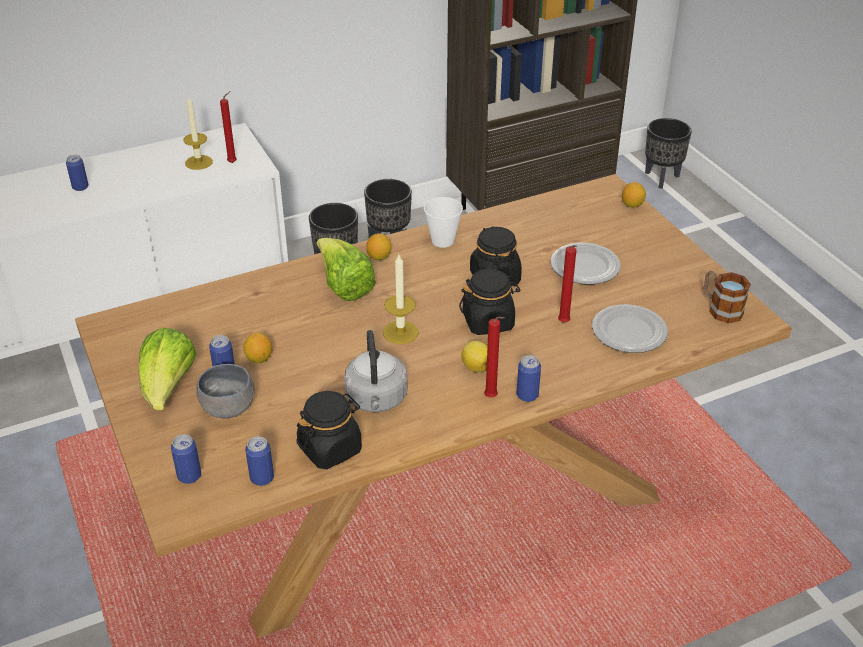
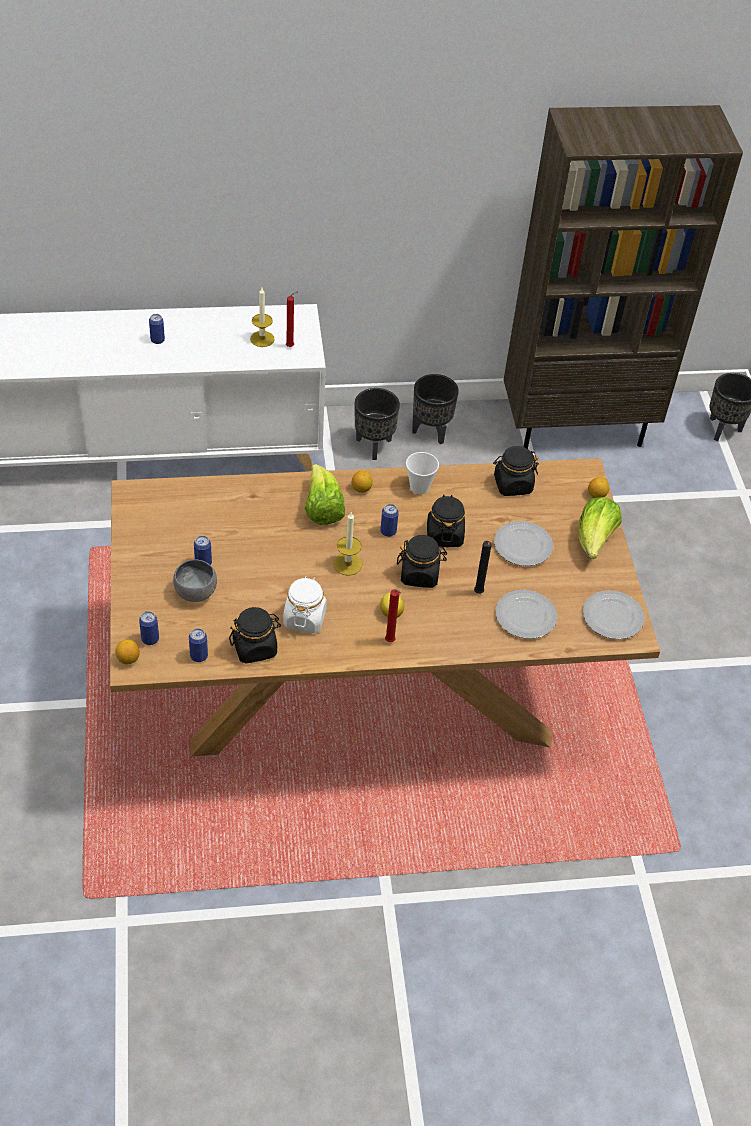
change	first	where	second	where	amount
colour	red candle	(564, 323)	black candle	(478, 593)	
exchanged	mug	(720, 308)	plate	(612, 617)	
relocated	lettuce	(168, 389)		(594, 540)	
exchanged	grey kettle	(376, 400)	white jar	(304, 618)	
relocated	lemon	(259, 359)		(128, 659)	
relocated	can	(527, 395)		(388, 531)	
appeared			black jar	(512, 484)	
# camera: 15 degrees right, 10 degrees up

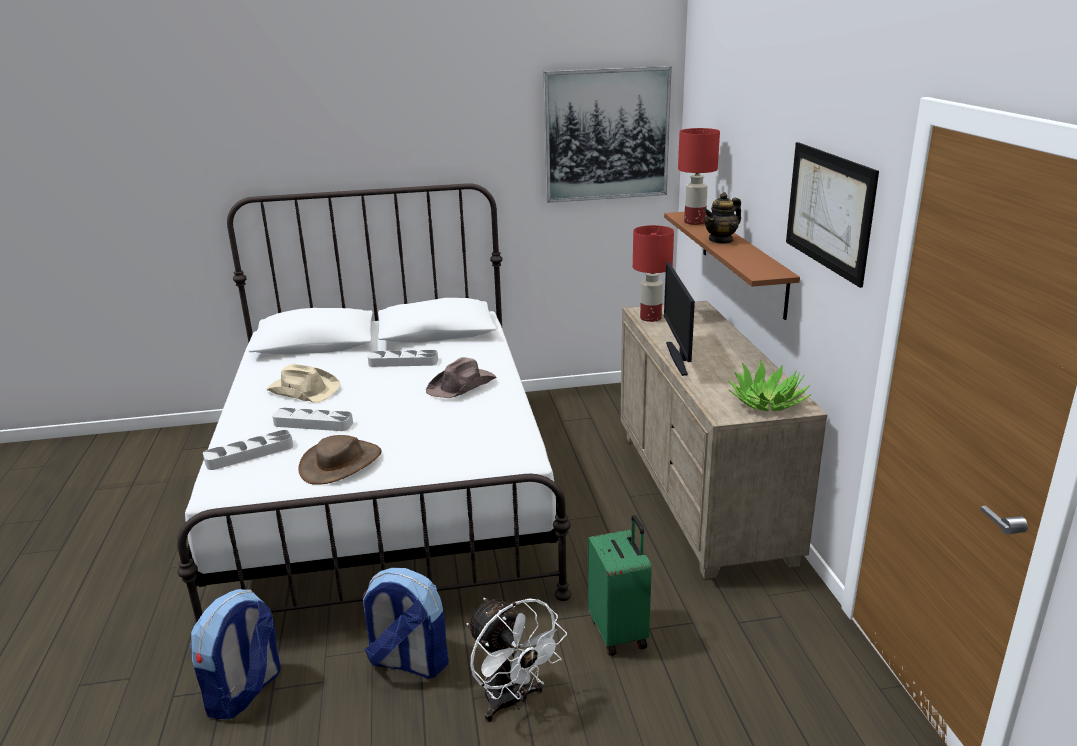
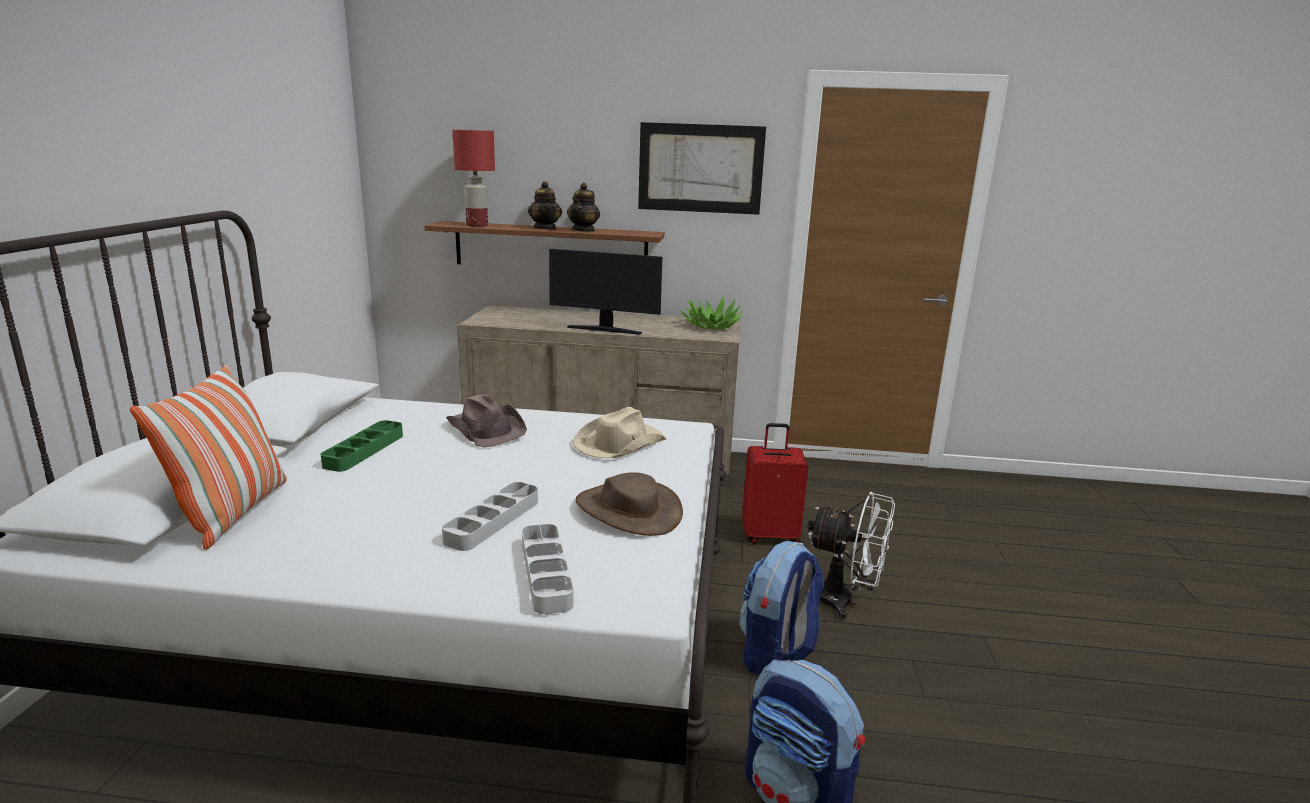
change	first	where	second	where	amount
missing	picture	(606, 135)			
missing	red table lamp	(650, 318)			
colour	grey tray	(403, 362)	green tray	(364, 450)	
relocated	beige hat	(303, 390)		(619, 443)	
colour	green suitcase	(619, 632)	red suitcase	(770, 535)	
spun	white fan	(511, 702)		(844, 602)	45 degrees clockwise
appeared			teapot	(584, 230)	
appeared			pillow	(232, 513)	
# camera: 75 degrees left, 5 degrees down

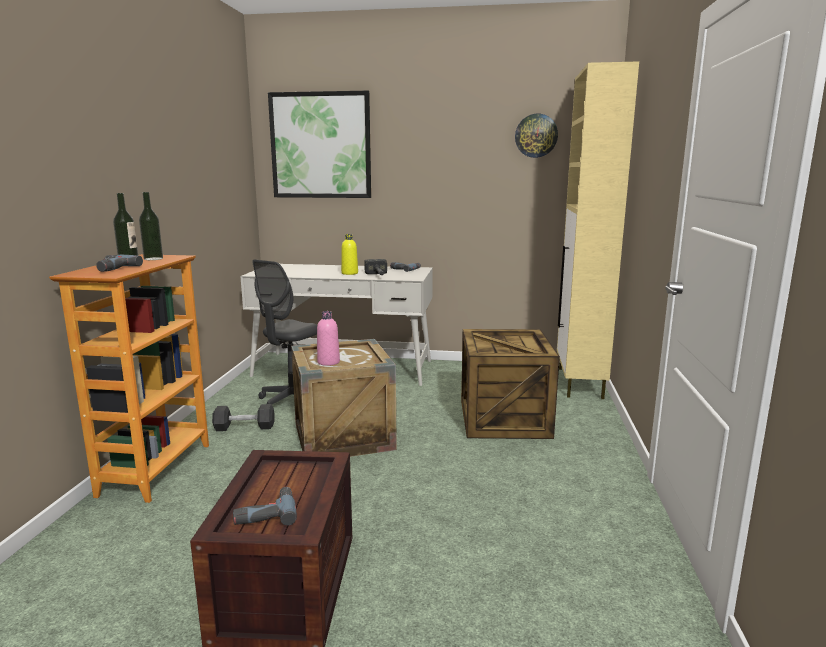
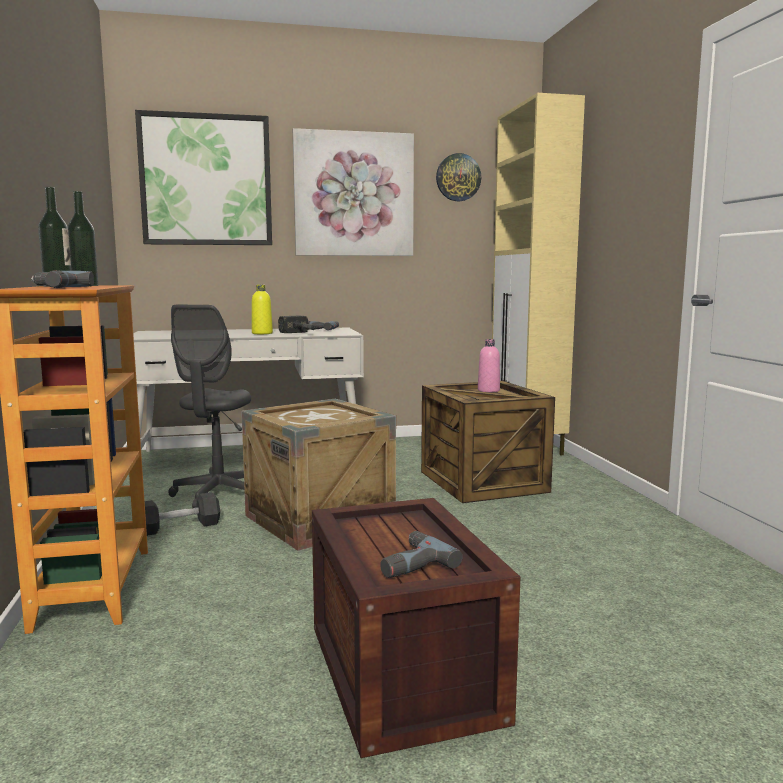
change	first	where	second	where	amount
relocated	pink bottle	(328, 362)		(488, 390)	
appeared			picture	(354, 194)	
# camera: 20 degrees left, 5 degrees down

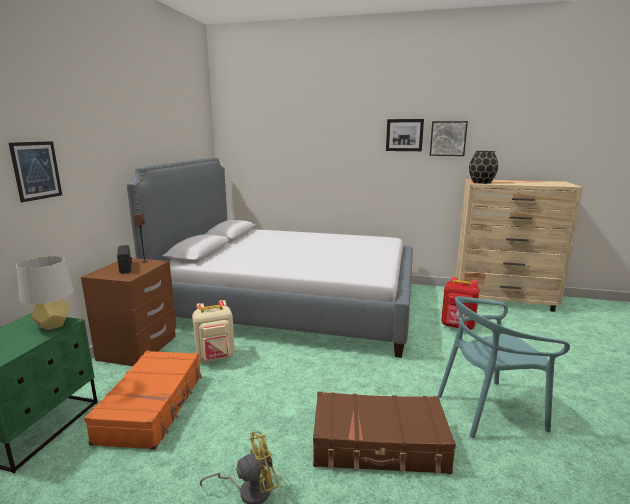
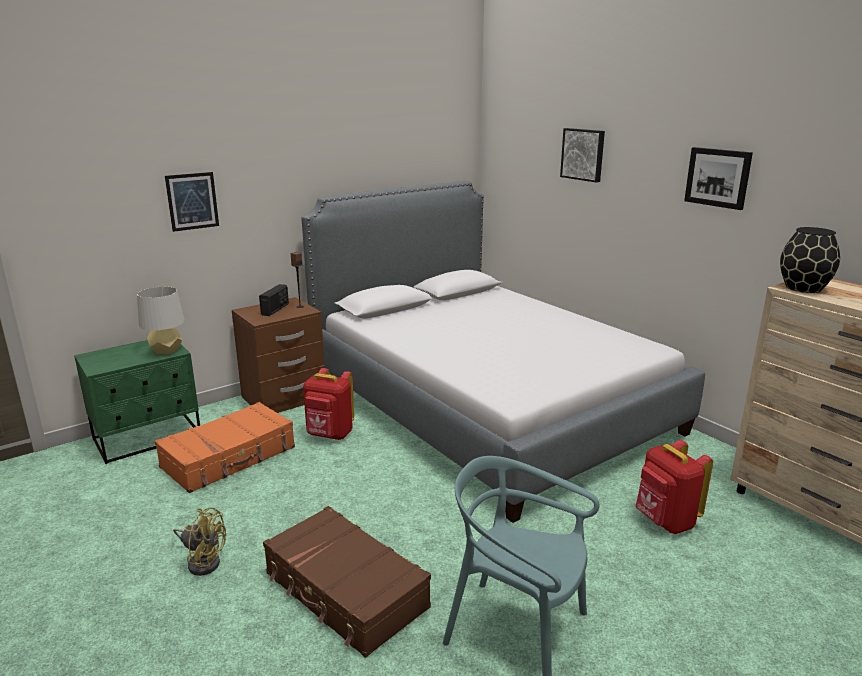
change	first	where	second	where	amount
relocated	picture	(448, 138)		(583, 154)	
colour	beige backpack	(216, 357)	red backpack	(329, 435)	
# camera: 40 degrees right, 5 degrees up

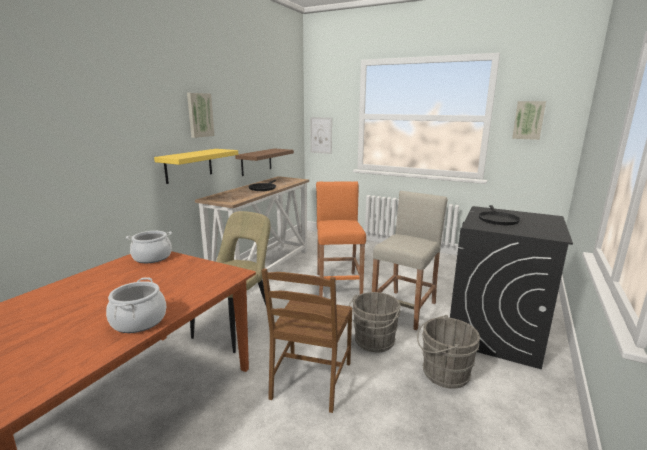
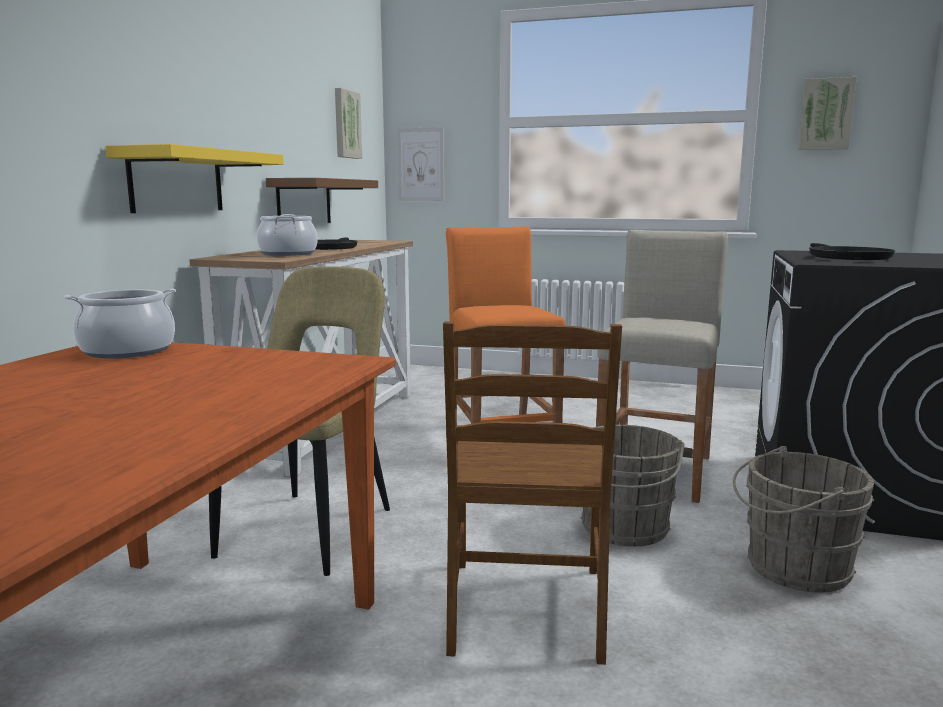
change	first	where	second	where	amount
relocated	picture	(199, 115)		(346, 124)	
relocated	cooking pot	(138, 321)		(287, 253)	
# camera: 10 degrees left, 5 degrees down

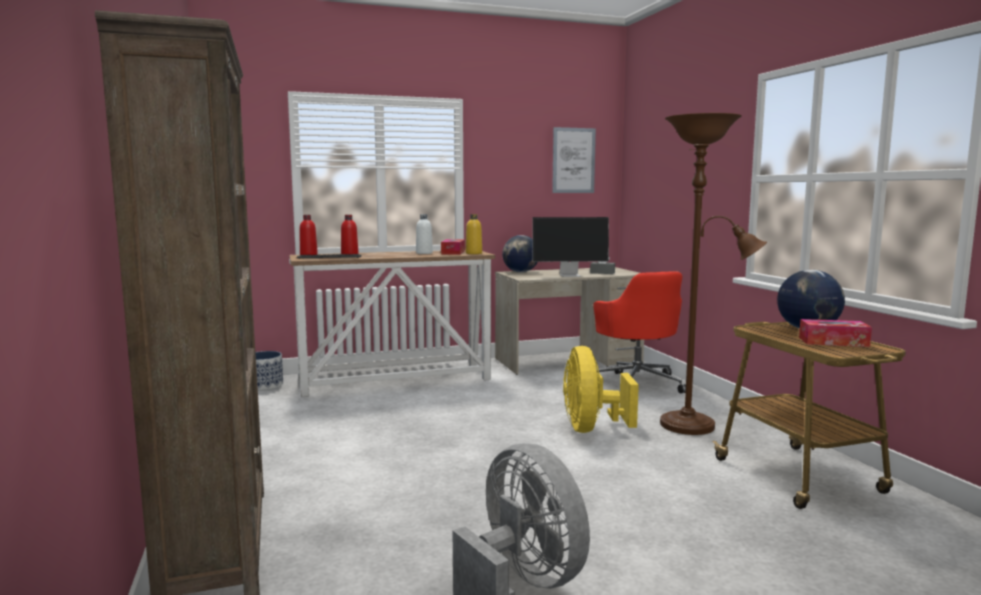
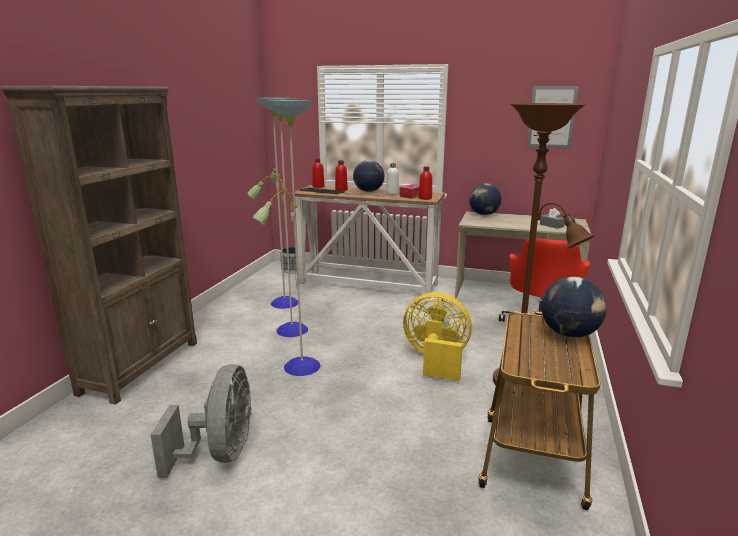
change	first	where	second	where	amount
colour	yellow bottle	(473, 253)	red bottle	(425, 198)	
missing	monitor	(570, 275)			
missing	tissue box	(833, 342)			
spun	yellow fan	(591, 428)		(436, 360)	75 degrees clockwise
appeared			floor lamp	(289, 330)	
appeared			globe	(368, 191)	
# camera: 35 degrees right, 10 degrees up

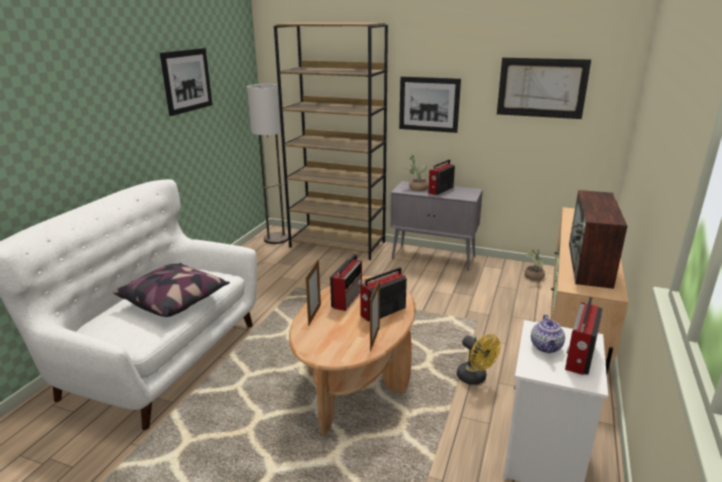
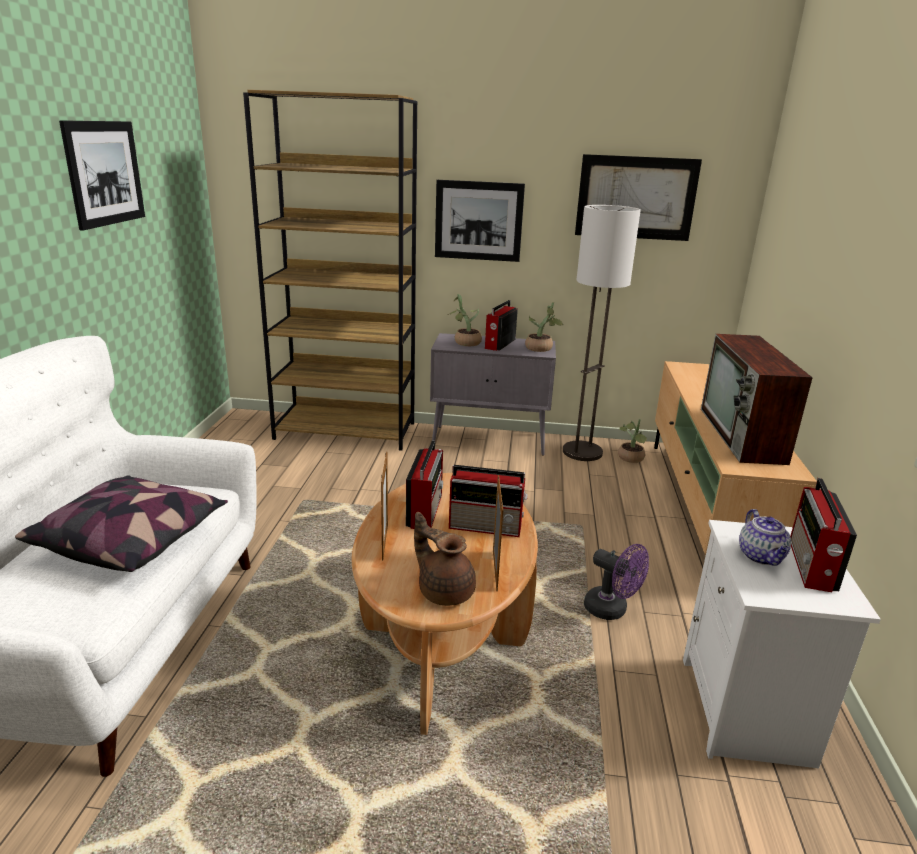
change	first	where	second	where	amount
relocated	floor lamp	(276, 239)		(582, 452)	
spun	radio	(382, 312)		(487, 527)	120 degrees counterclockwise
colour	yellow fan	(475, 378)	purple fan	(611, 610)	
appeared			potted plant	(541, 349)	
appeared			brown teapot	(444, 590)	
# camera: 15 degrees left, 0 degrees up

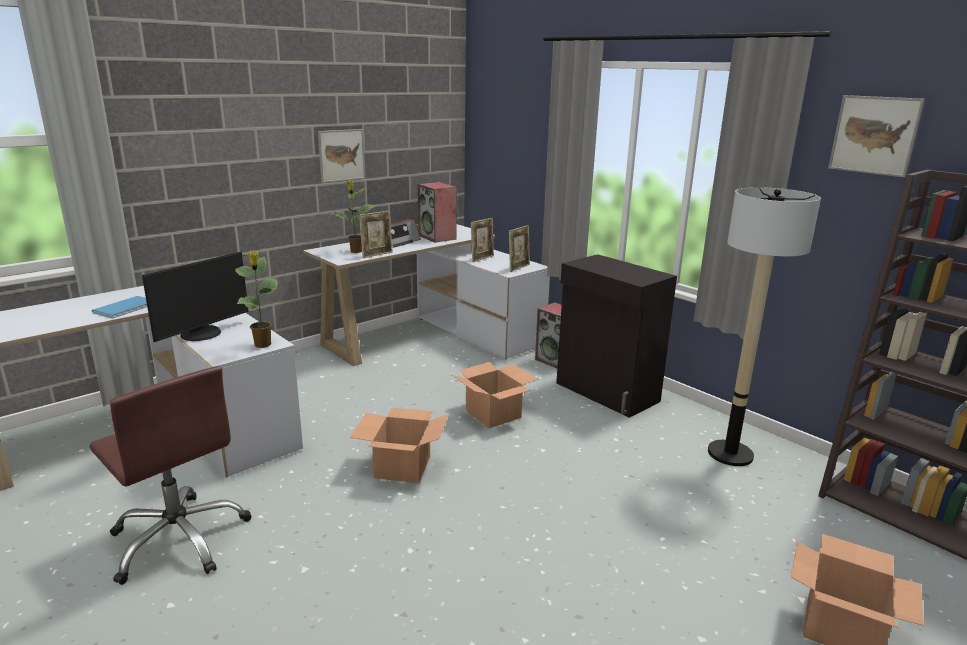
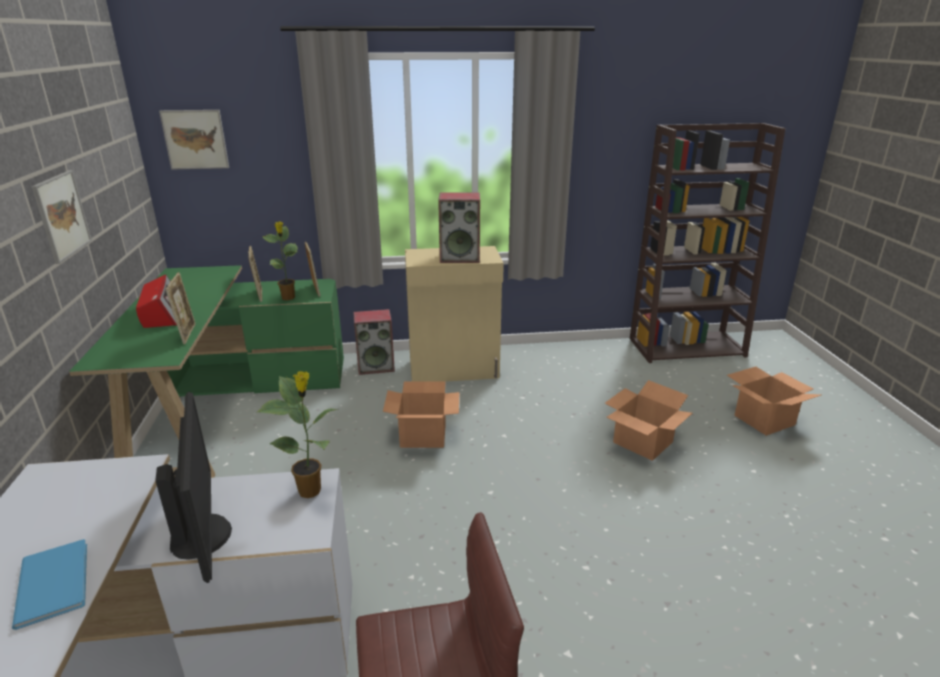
change	first	where	second	where	amount
relocated	picture	(874, 135)		(195, 139)	
relocated	potted plant	(356, 251)		(288, 298)	
relocated	speaker	(438, 237)		(460, 257)	
missing	floor lamp	(730, 454)			
colour	white desk	(433, 336)	green desk	(228, 406)	
colour	black cabinet	(606, 393)	beige cabinet	(454, 370)	
relocated	cardboard box	(403, 467)		(643, 442)	
# camera: 55 degrees left, 5 degrees up

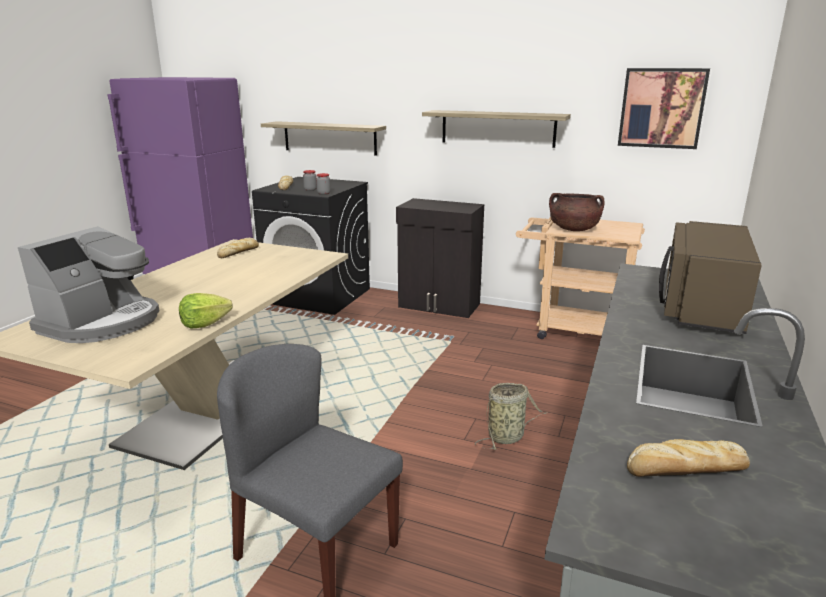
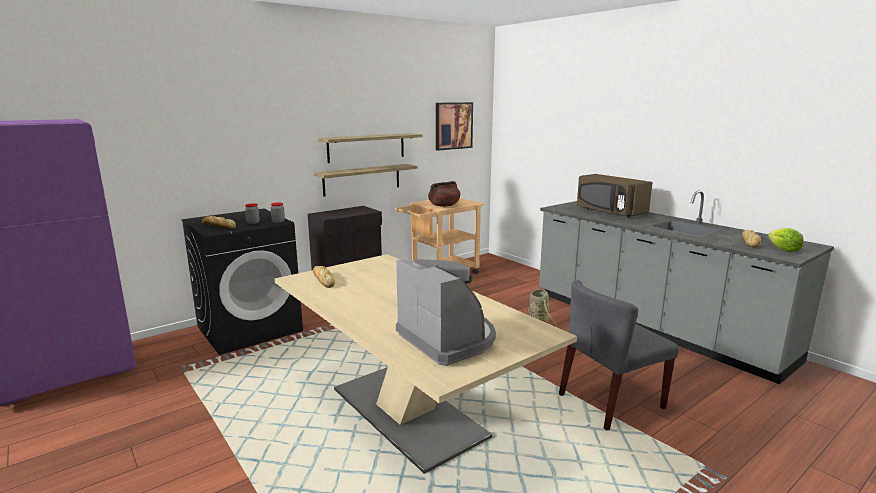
change	first	where	second	where	amount
relocated	shelf	(329, 138)		(362, 179)	
relocated	lettuce	(205, 324)		(783, 249)	
# camera: 60 degrees left, 5 degrees down

